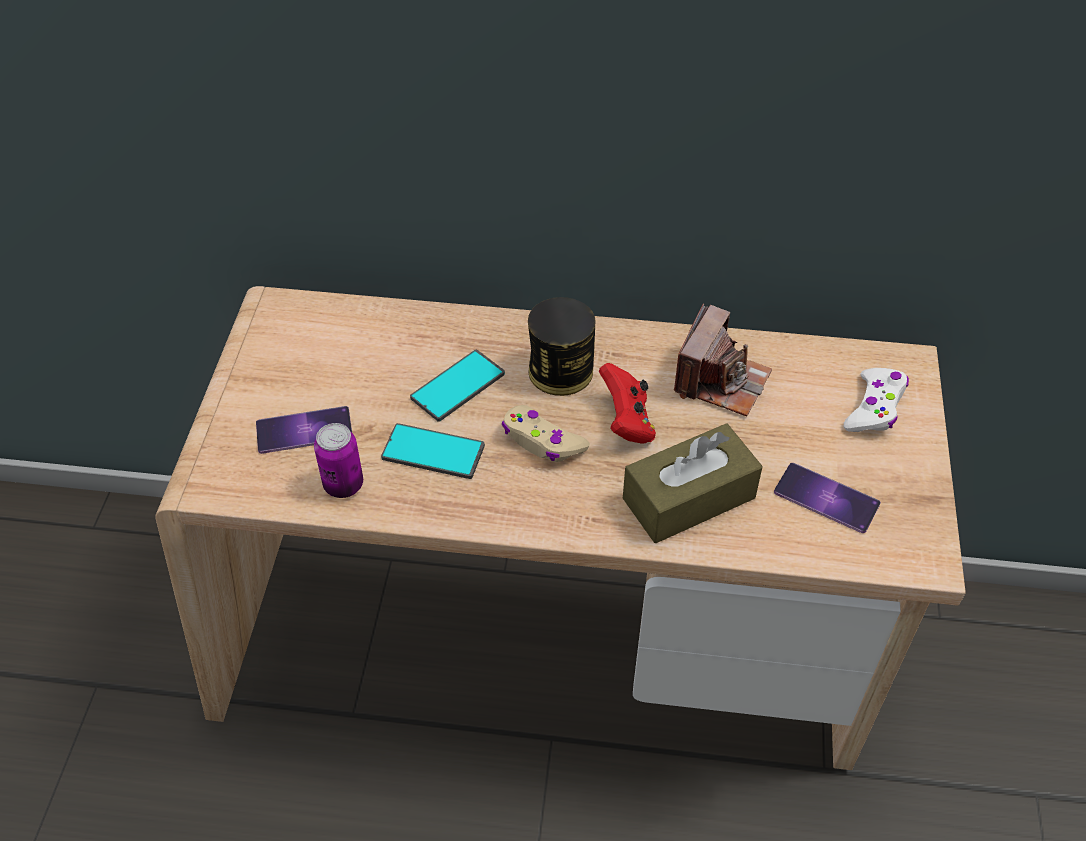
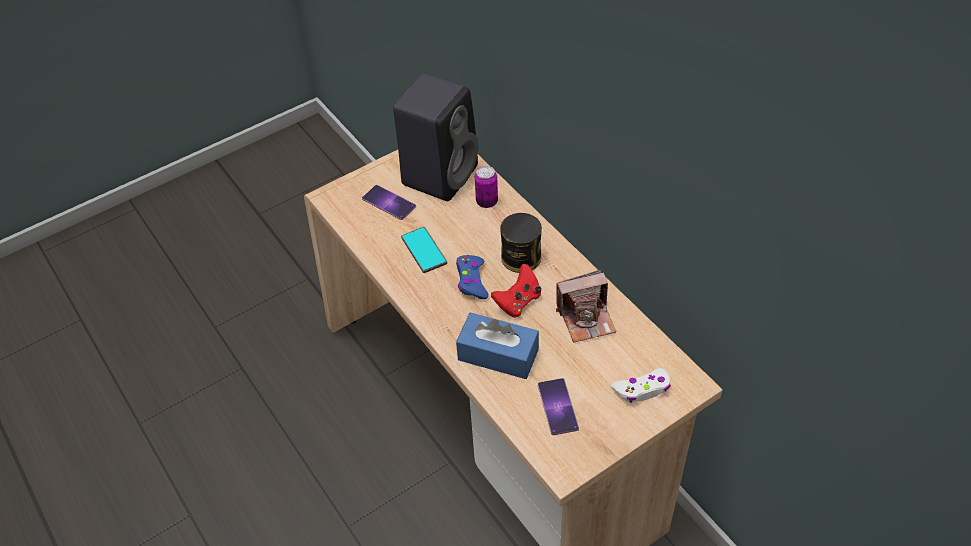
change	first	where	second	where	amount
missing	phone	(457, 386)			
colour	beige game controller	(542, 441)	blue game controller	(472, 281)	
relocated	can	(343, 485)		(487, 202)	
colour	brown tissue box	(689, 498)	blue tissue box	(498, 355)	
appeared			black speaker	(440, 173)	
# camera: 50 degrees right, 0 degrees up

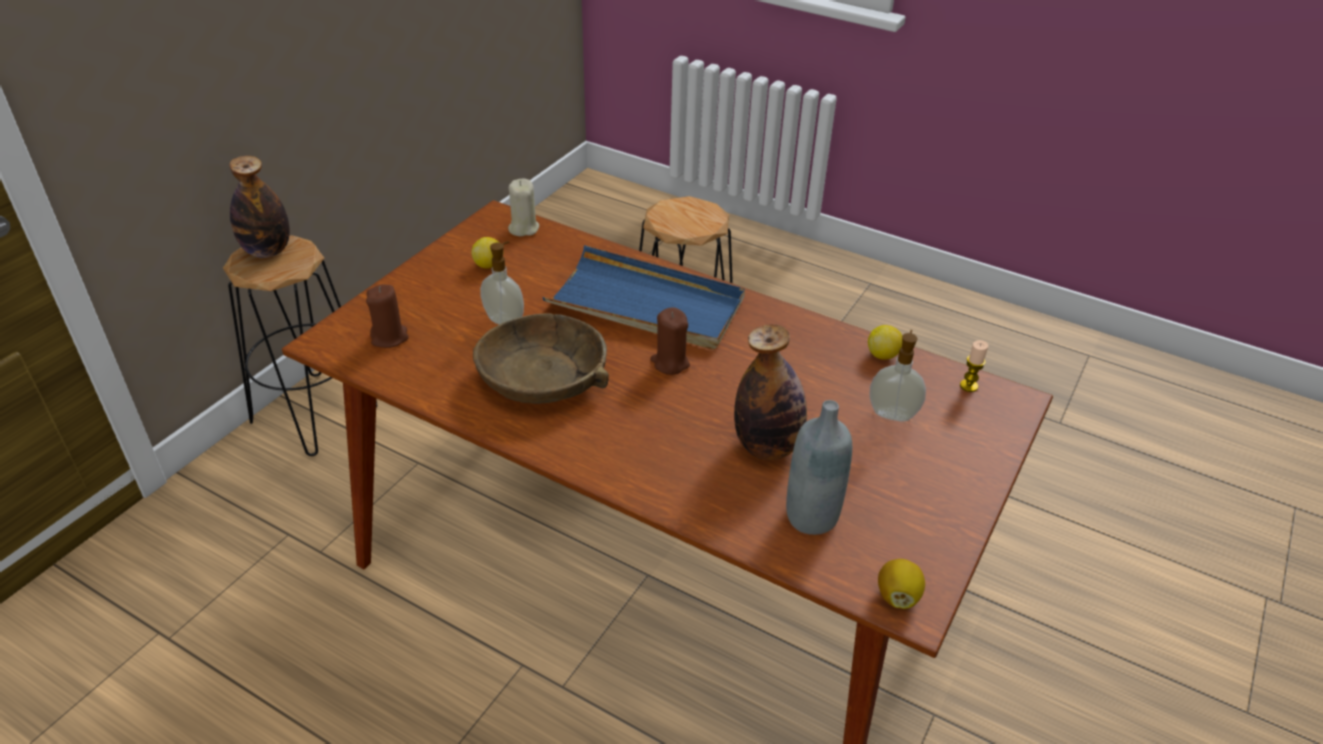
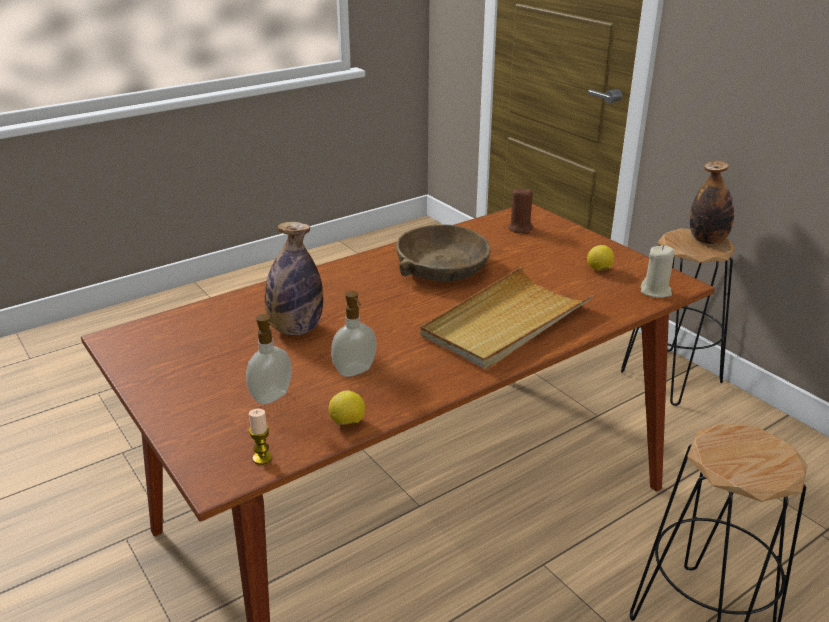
change	first	where	second	where	amount
relocated	soap dispenser	(505, 320)		(355, 371)	
colour	blue tray	(646, 304)	beige tray	(505, 322)	
missing	brown candle	(670, 363)			
missing	grey bottle	(811, 517)			
missing	lemon	(897, 596)			
# camera: 115 degrees right, 10 degrees down

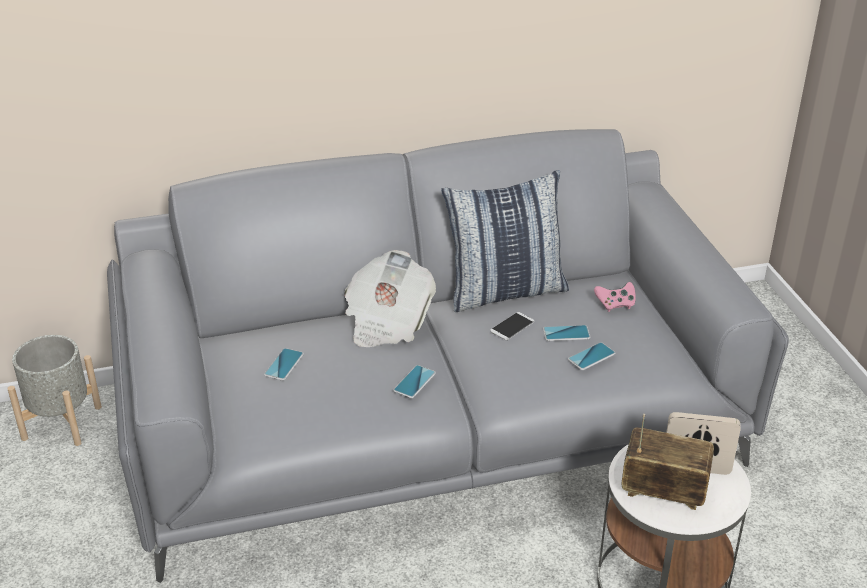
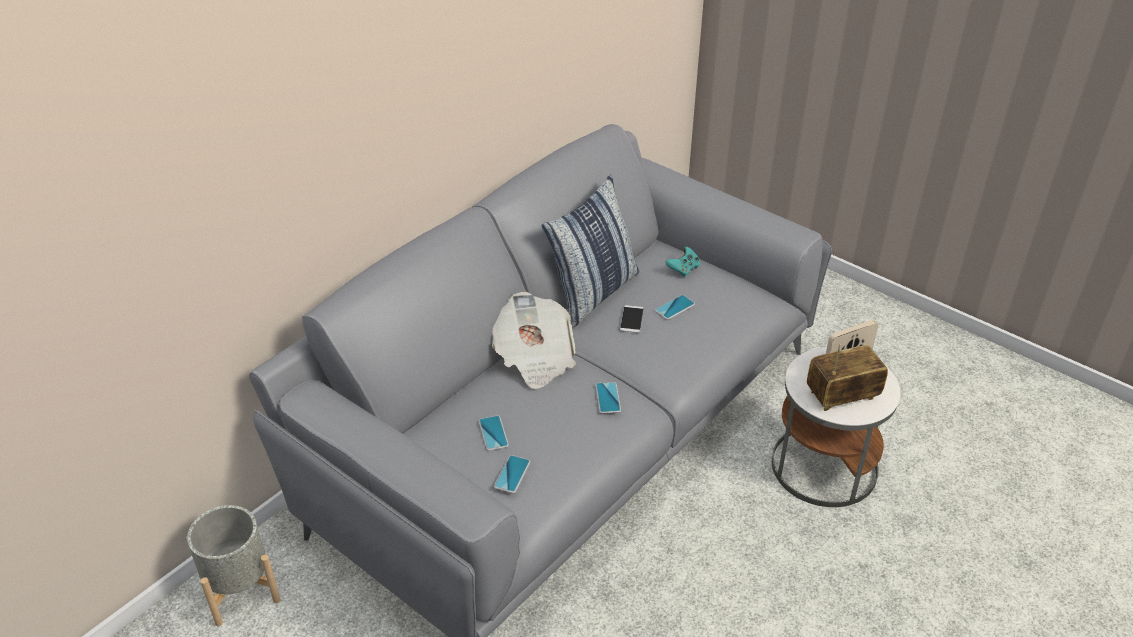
change	first	where	second	where	amount
colour	pink game controller	(615, 304)	turquoise game controller	(683, 269)	
relocated	phone	(591, 357)		(512, 474)	
# camera: 35 degrees left, 5 degrees up

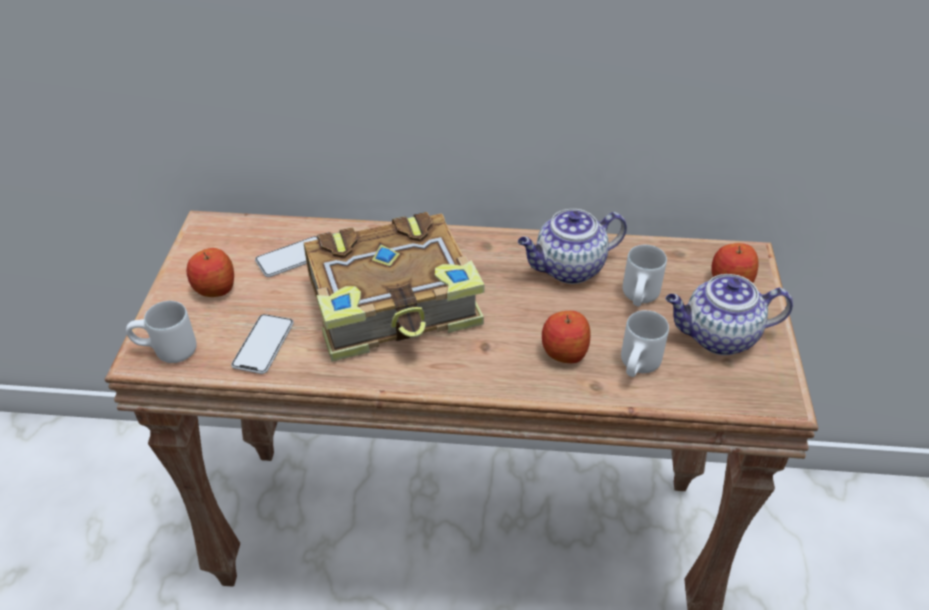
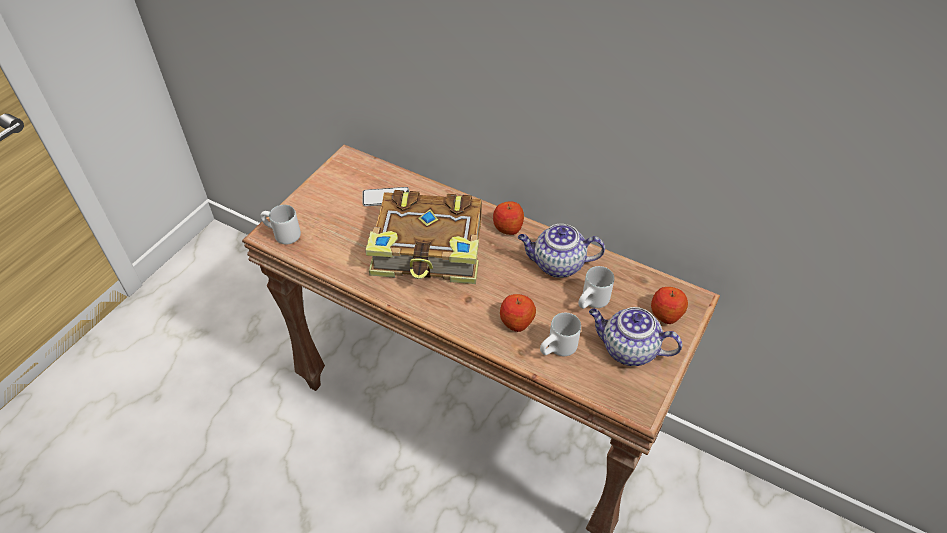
change	first	where	second	where	amount
relocated	apple	(215, 287)		(508, 227)	
missing	phone	(263, 345)			
# camera: 25 degrees right, 5 degrees up

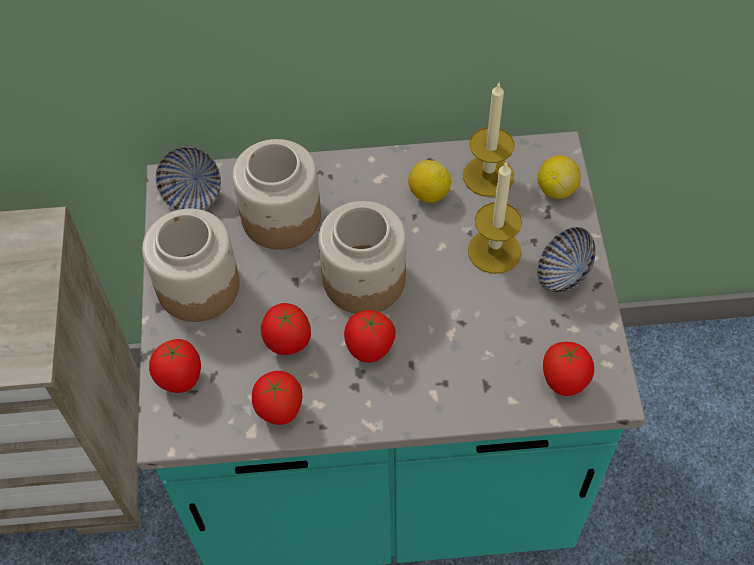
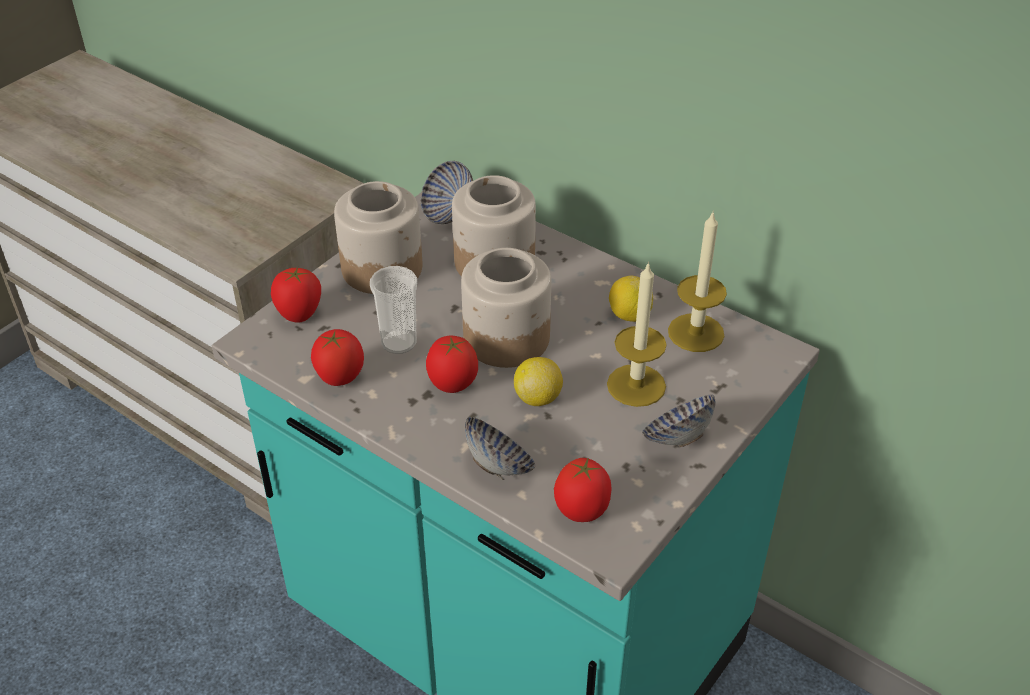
change	first	where	second	where	amount
relocated	lemon	(556, 189)		(538, 397)	
exchanged	tomato	(288, 344)	cup	(399, 342)	
appeared			bowl	(499, 466)	
# camera: 40 degrees right, 15 degrees down

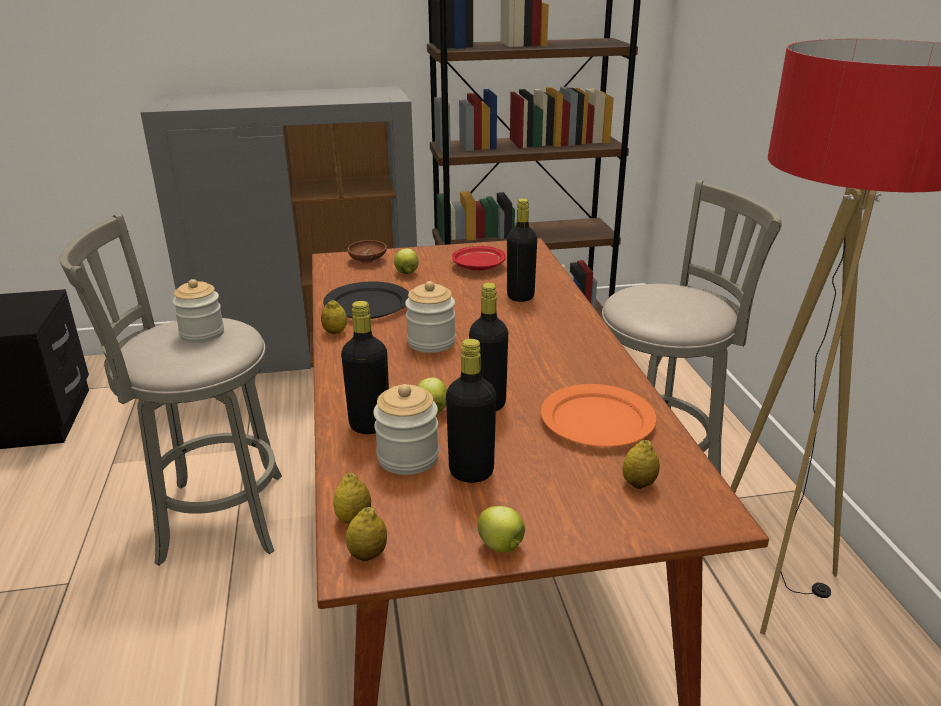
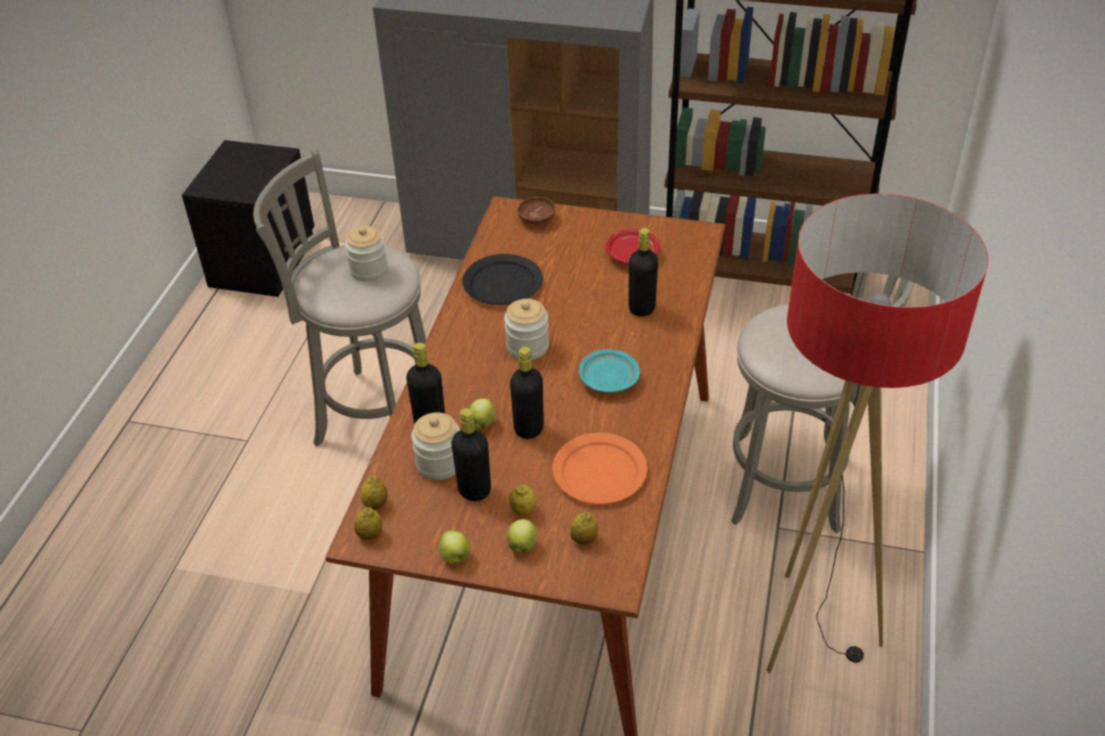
change	first	where	second	where	amount
relocated	apple	(406, 273)		(522, 545)	
relocated	lemon	(335, 332)		(523, 510)	
appeared			turquoise plate	(608, 379)	
# camera: 25 degrees right, 15 degrees up

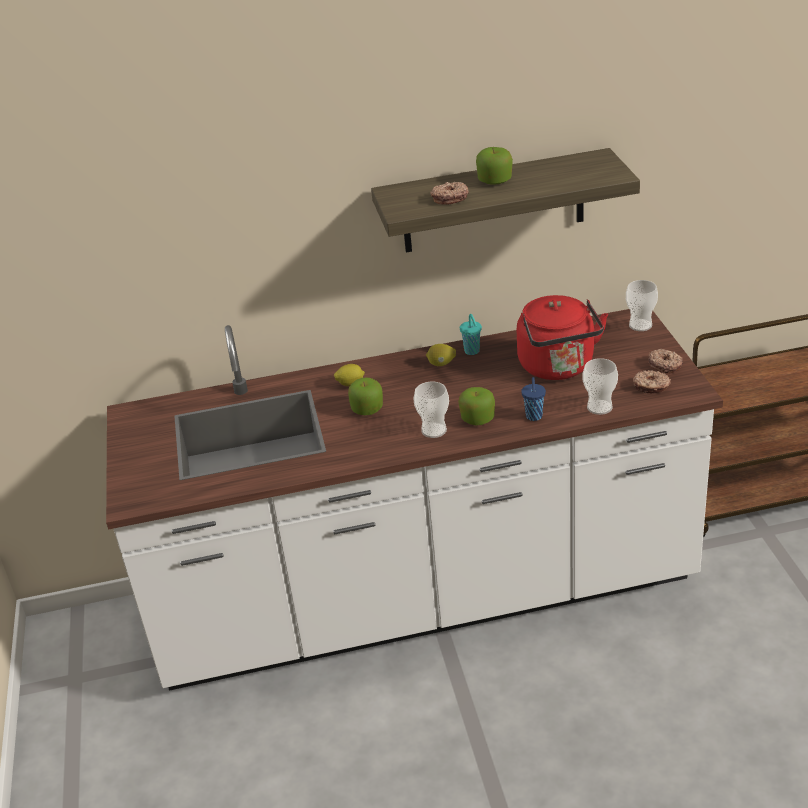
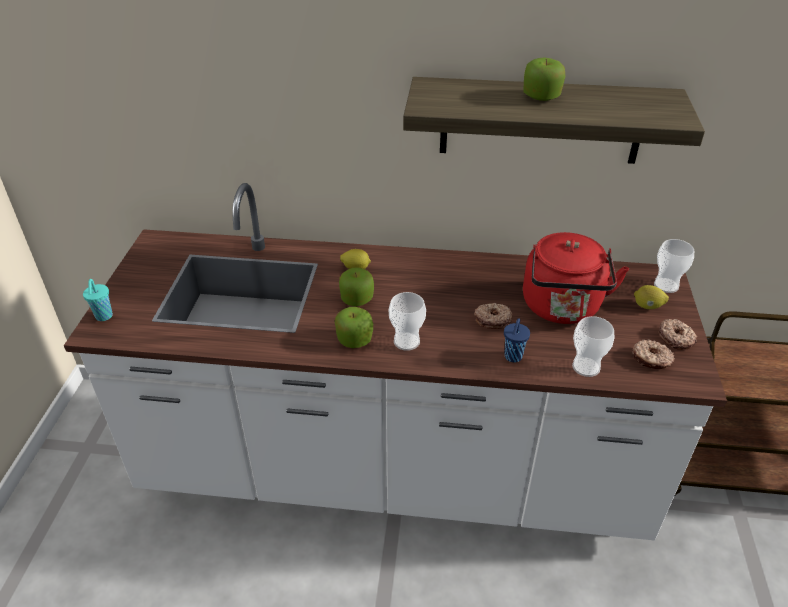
change	first	where	second	where	amount
relocated	donut	(449, 198)		(492, 319)	
relocated	turquoise cup	(472, 351)		(103, 317)	
relocated	lemon	(441, 364)		(647, 306)	
relocated	apple	(477, 419)		(354, 339)	
# camera: 15 degrees right, 5 degrees up

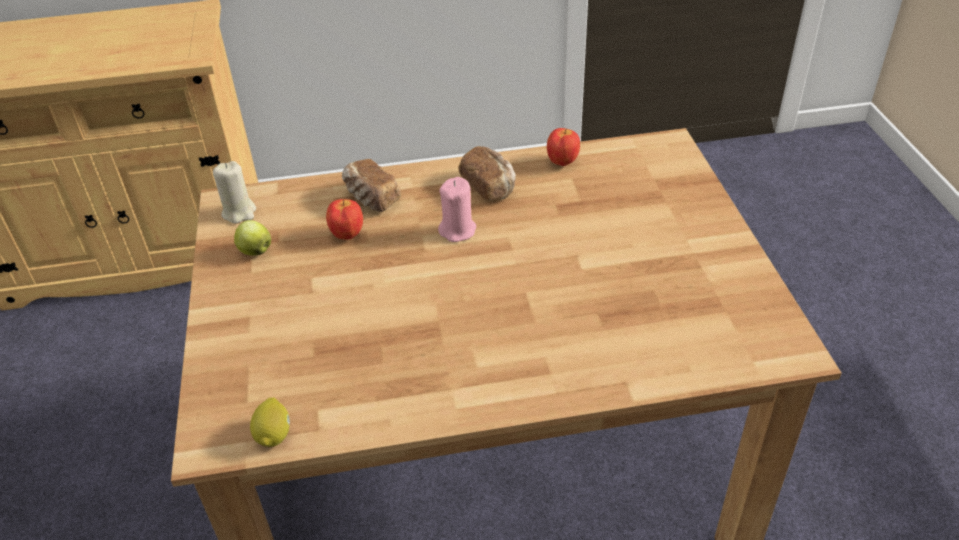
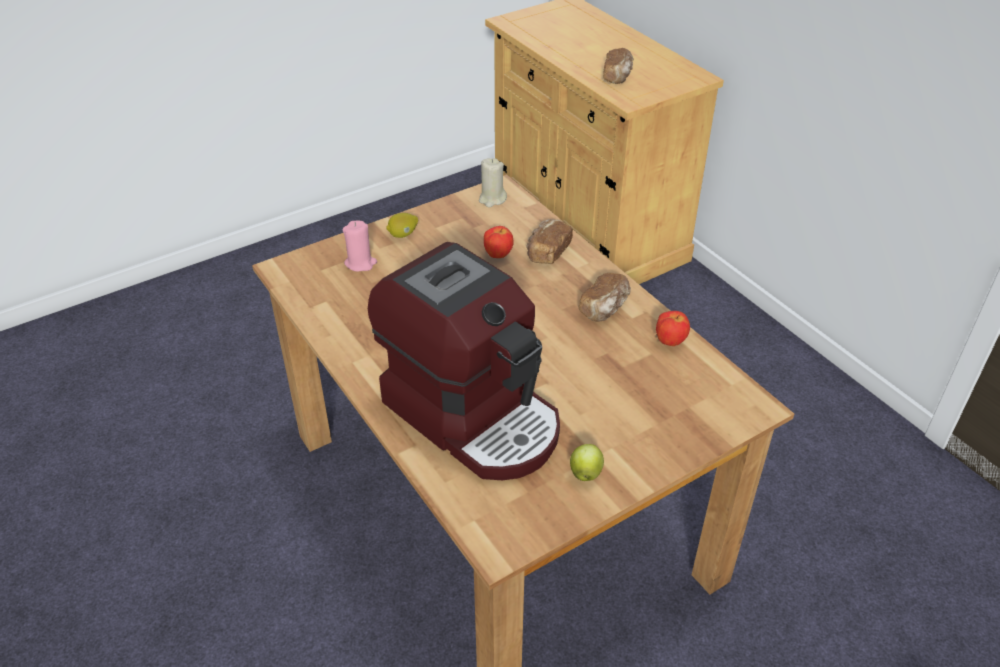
change	first	where	second	where	amount
relocated	pink candle	(458, 230)		(360, 263)	
relocated	apple	(255, 251)		(585, 473)	
relocated	lemon	(274, 435)		(403, 234)	
appeared			bread	(617, 76)	
appeared			coffee machine	(474, 415)	
# camera: 65 degrees right, 0 degrees up

